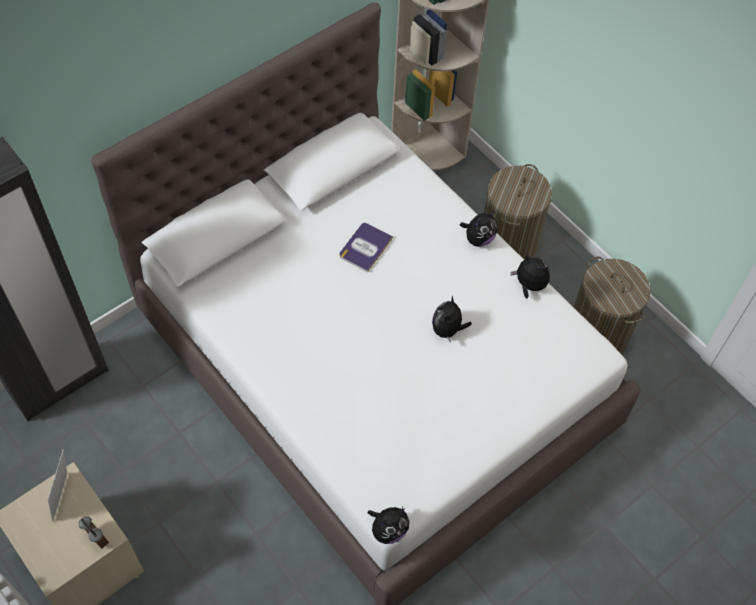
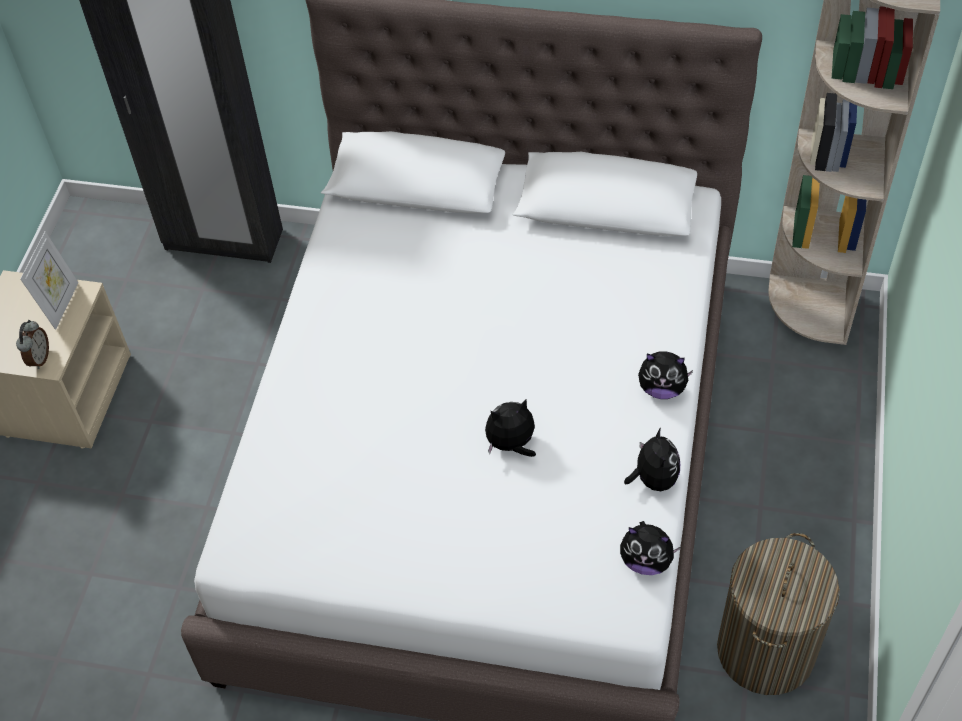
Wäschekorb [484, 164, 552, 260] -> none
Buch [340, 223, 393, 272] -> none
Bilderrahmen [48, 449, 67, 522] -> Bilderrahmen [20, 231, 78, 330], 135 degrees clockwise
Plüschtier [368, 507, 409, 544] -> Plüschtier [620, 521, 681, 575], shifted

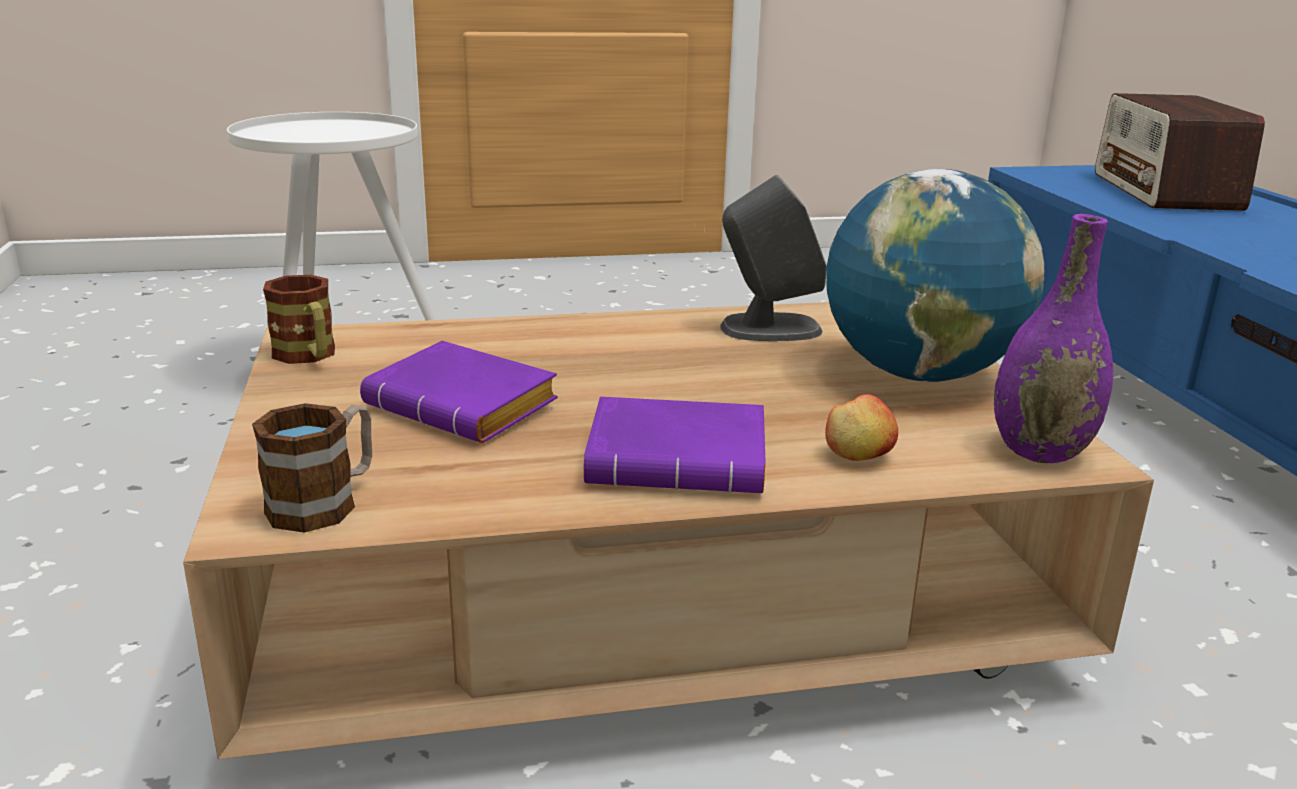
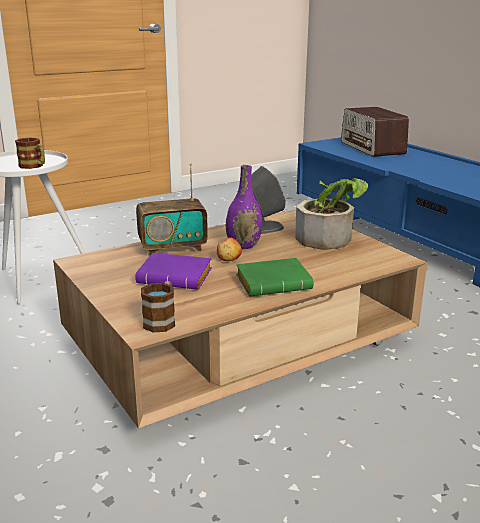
Globus [826, 169, 1044, 382] -> Topfpflanze [296, 178, 368, 250]
Vase [lila] [994, 214, 1113, 463] -> Vase [lila] [226, 165, 262, 249], shifted
Henkelbecher [263, 275, 335, 364] -> Henkelbecher [15, 138, 45, 169], shifted
Apfel [825, 394, 898, 461] -> Apfel [217, 237, 242, 261], shifted
Buch [lila] [584, 397, 766, 493] -> Buch [grün] [236, 258, 314, 296]
none -> Radio [136, 164, 208, 257]

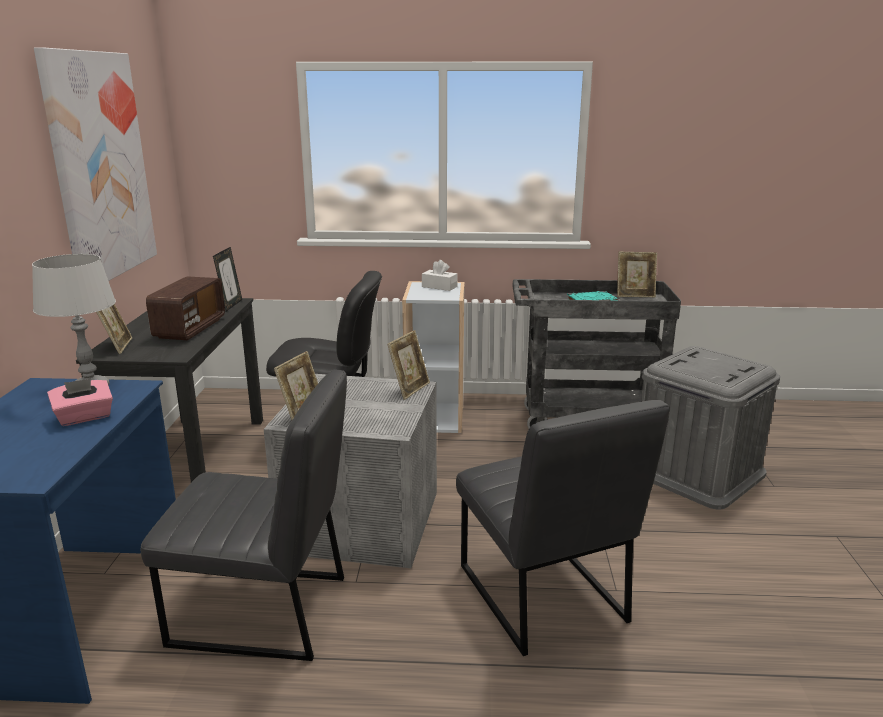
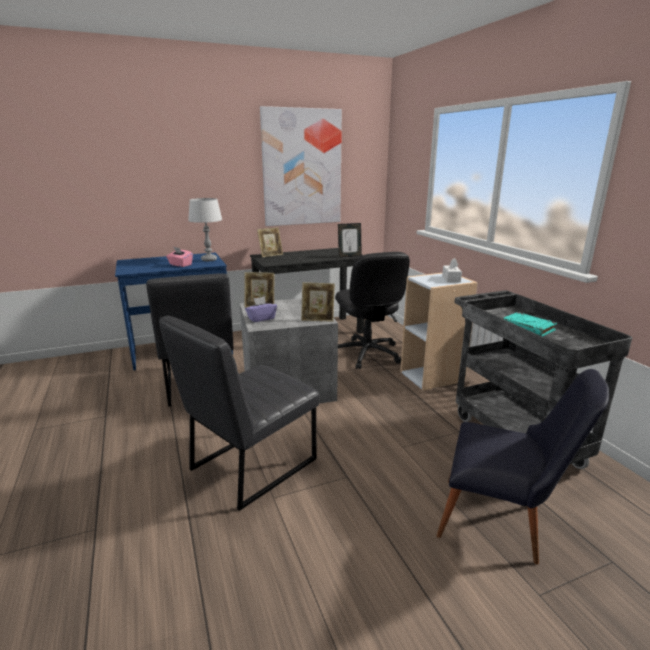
Bilderrahmen [617, 252, 657, 297] -> none
Radio [146, 276, 225, 340] -> none
Aufbewahrungsbox [grau] [641, 346, 780, 509] -> Stuhl [schwarz] [436, 369, 609, 564]
none -> Taschentuchbox [lila] [245, 297, 277, 322]

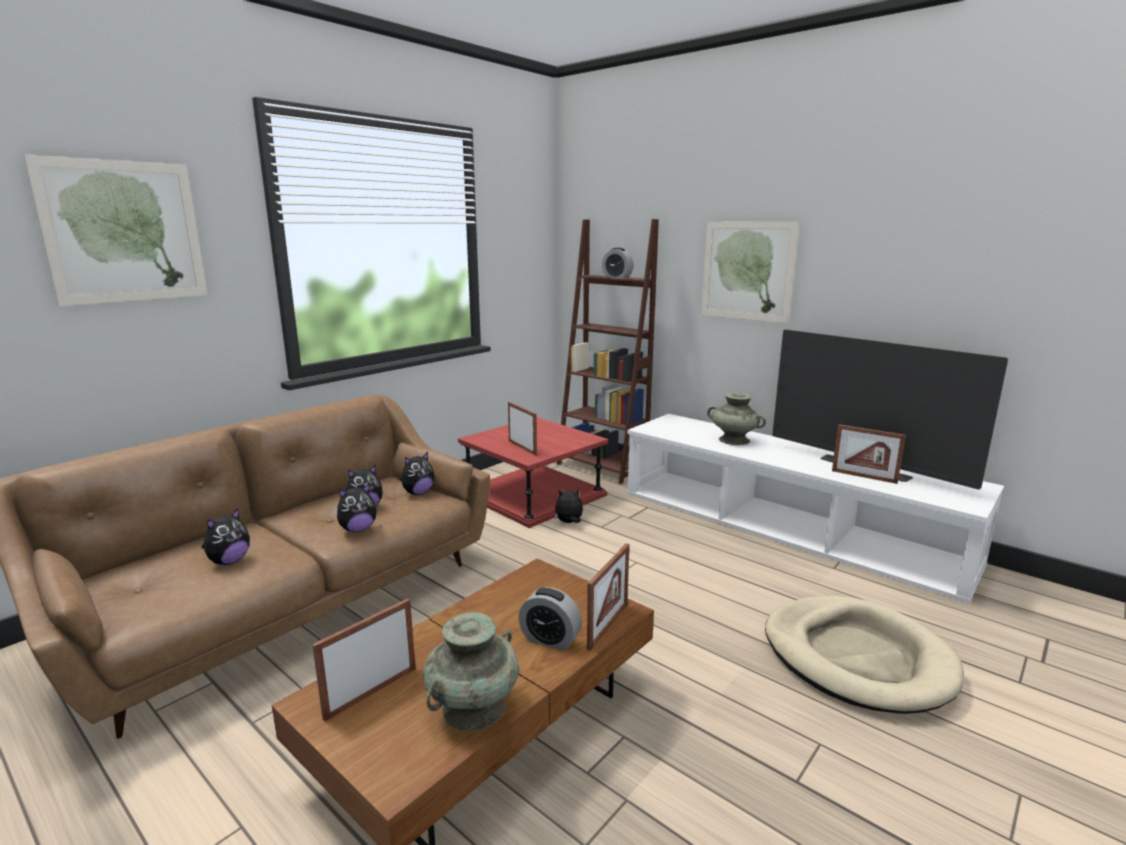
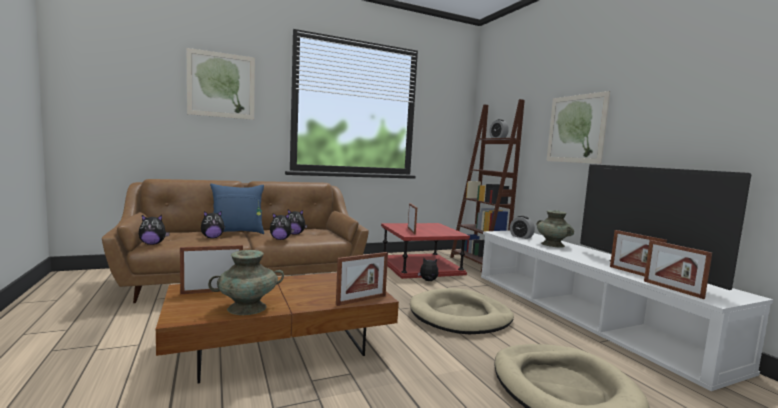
Plüschtier [400, 452, 435, 495] -> Plüschtier [139, 215, 170, 245], shifted
Wecker [518, 587, 582, 651] -> Wecker [510, 216, 535, 239], shifted
none -> Kissen [blau] [210, 184, 264, 234]
none -> Bilderrahmen [644, 240, 712, 299]
none -> Hundebett [beige] [410, 288, 514, 334]

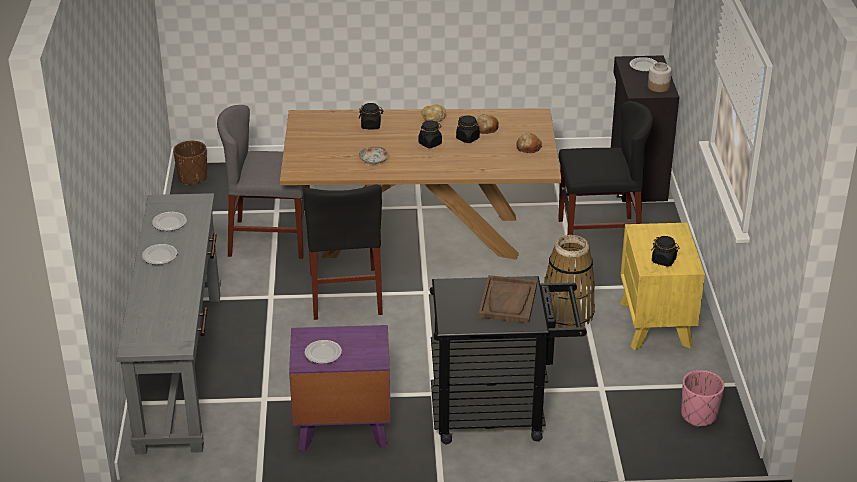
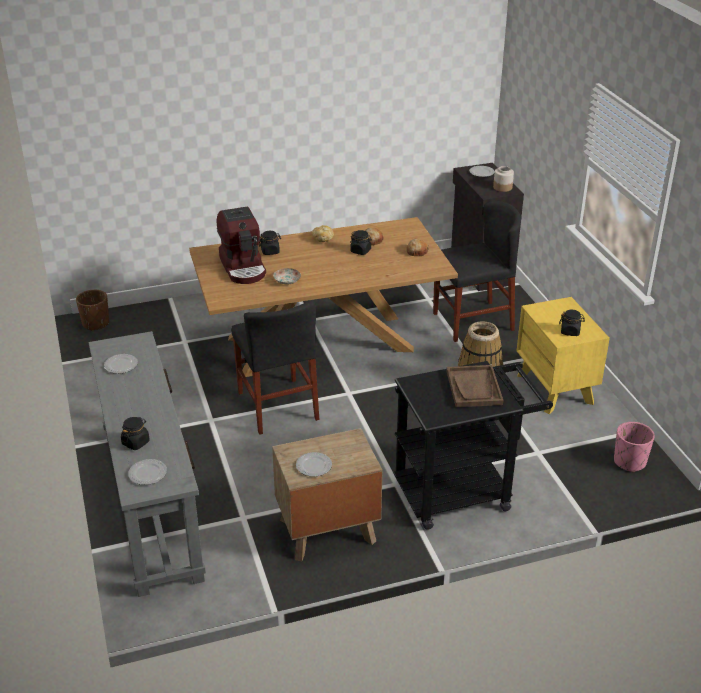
Stuhl [grau] [217, 105, 310, 259] -> none
Vorratsglas [schwarz] [418, 120, 442, 148] -> Vorratsglas [schwarz] [121, 417, 150, 450], shifted
Teller [142, 244, 177, 265] -> Teller [128, 459, 167, 485], shifted
Nachttisch [lila] [289, 325, 391, 451] -> Nachttisch [braun] [272, 428, 383, 561]
none -> Kaffeemaschine [217, 207, 266, 284]

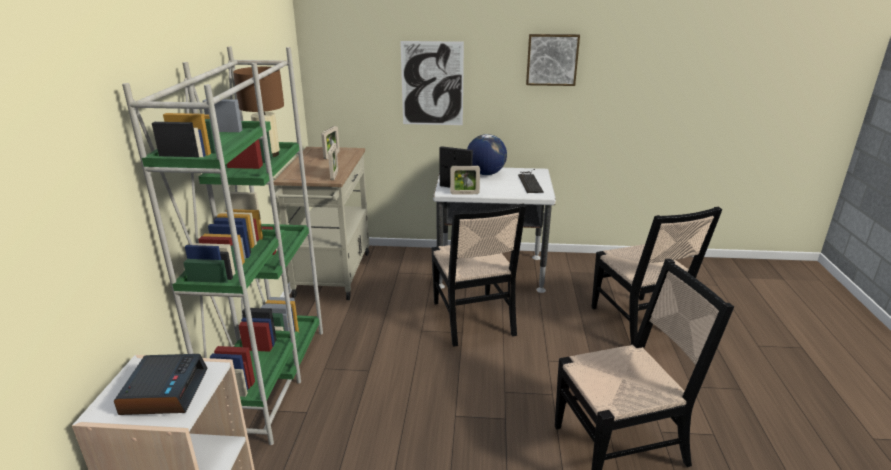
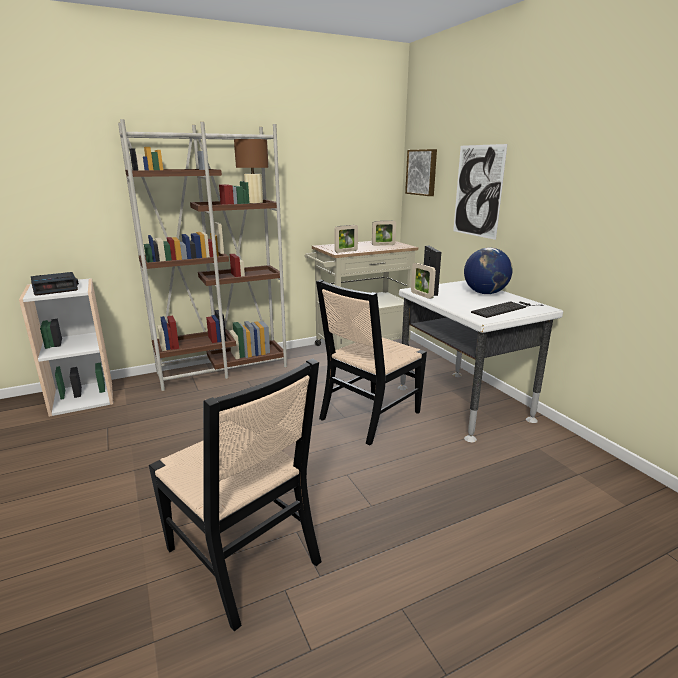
Bild [526, 34, 580, 86] -> Bild [405, 149, 437, 196], shifted
Bücherregal [grün] [122, 47, 323, 445] -> Bücherregal [braun] [118, 119, 287, 391]
Stuhl [591, 207, 722, 345] -> none

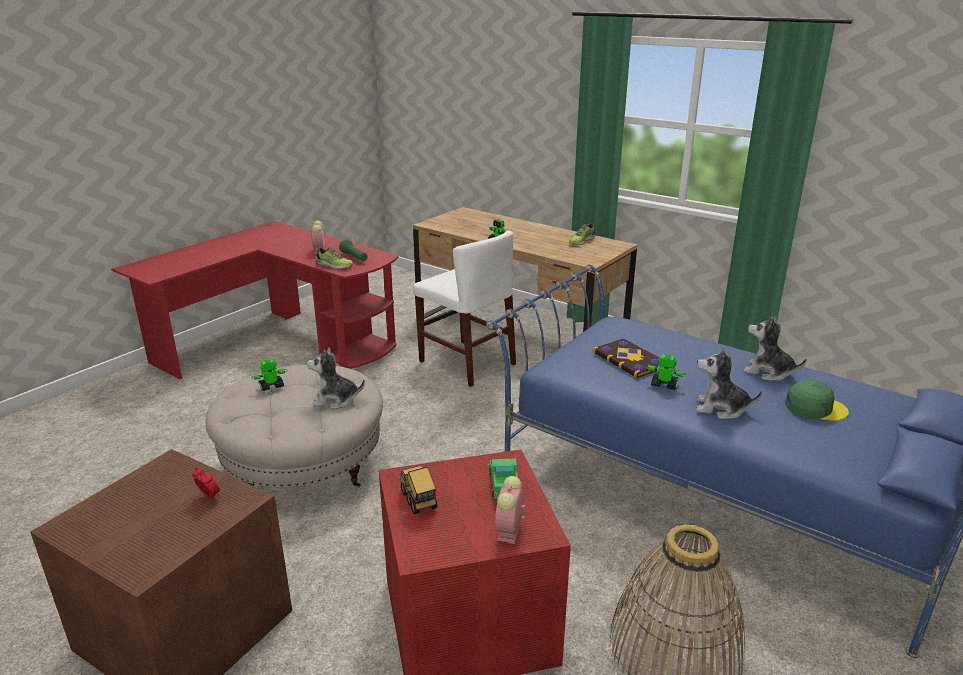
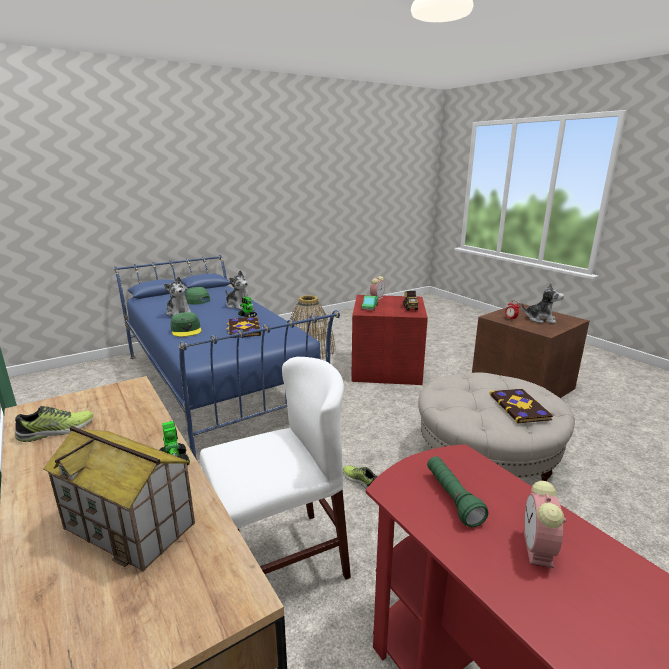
Stuhl [weiß] [413, 231, 516, 387] -> Stuhl [weiß] [200, 357, 351, 580], 90 degrees clockwise
Schuh [316, 247, 353, 269] -> Schuh [343, 466, 378, 489], shifted
Plüschtier [307, 347, 365, 409] -> Plüschtier [521, 283, 564, 324], shifted
Spielzeugroboter [251, 359, 287, 391] -> Buch [489, 389, 553, 423]
none -> Kappe [grün] [170, 312, 202, 337]
none -> Spielzeughaus [43, 426, 195, 572]

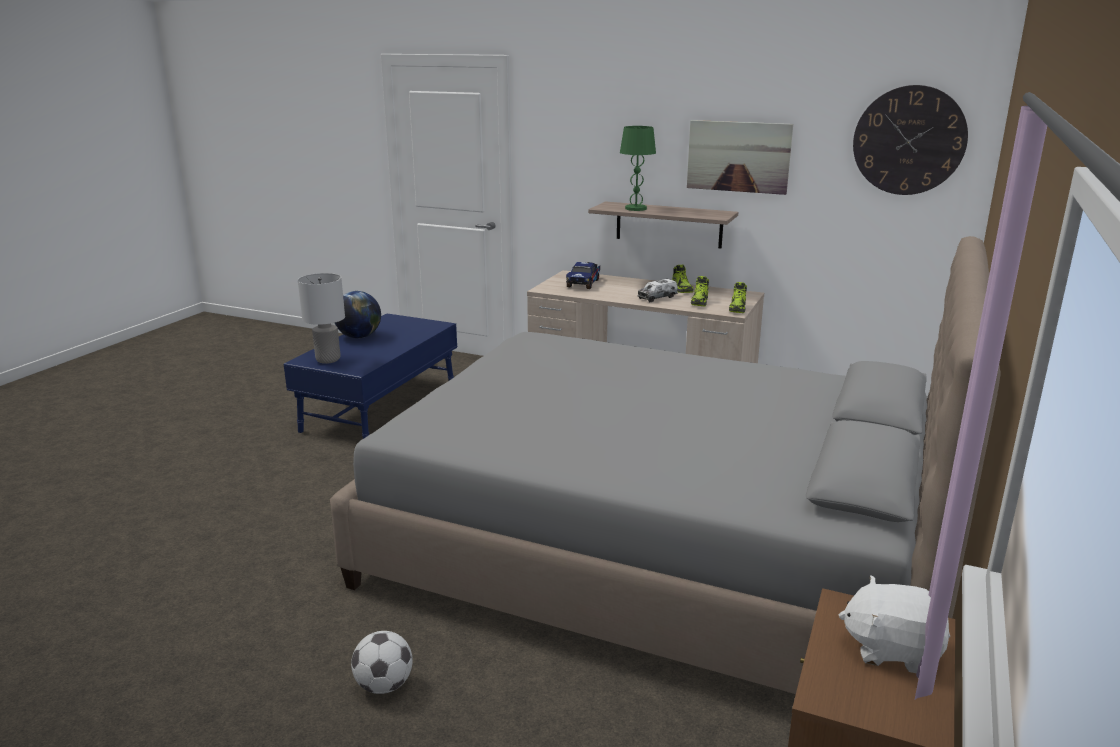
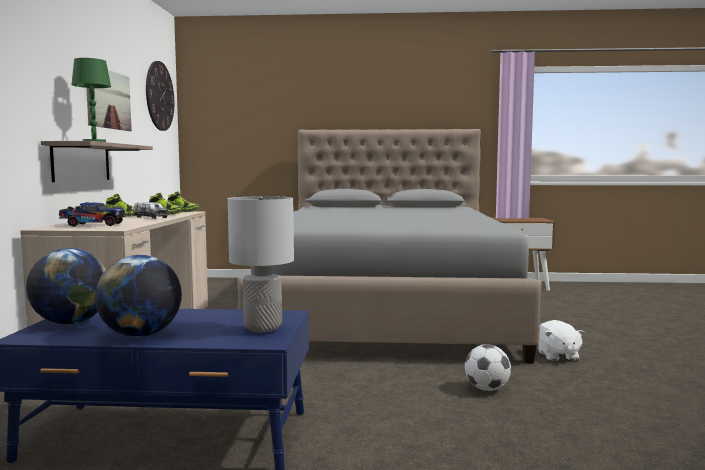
Plüschtier [weiß] [839, 575, 950, 673] -> Plüschtier [weiß] [538, 320, 585, 361], shifted
Fußball [351, 631, 413, 694] -> Fußball [465, 344, 511, 391], shifted
none -> Globus [26, 248, 106, 324]

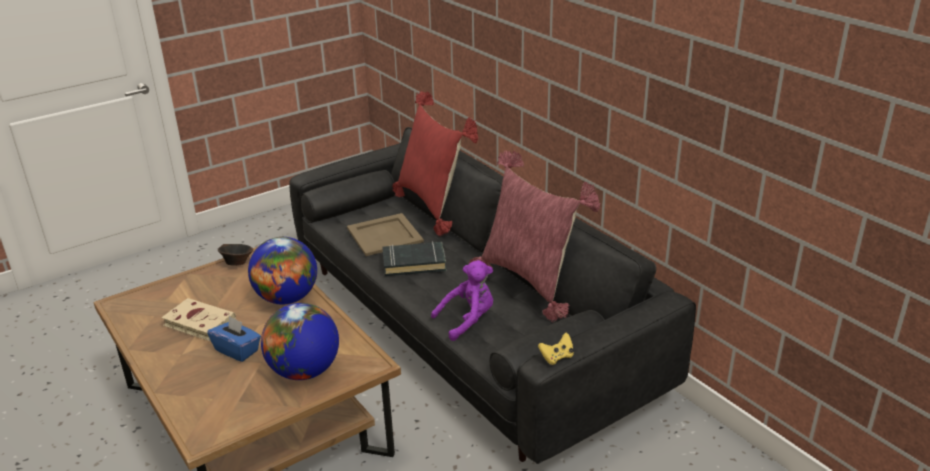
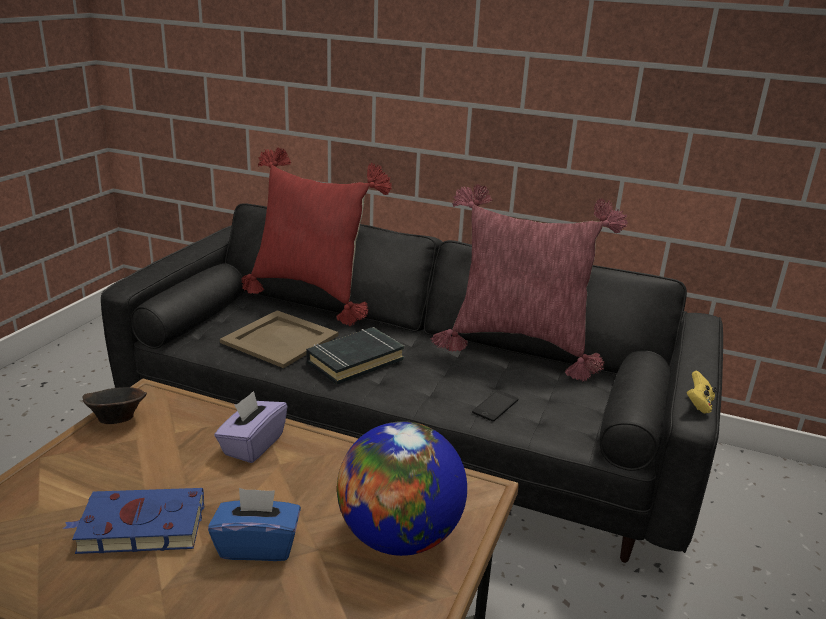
Globus [248, 237, 317, 305] -> Taschentuchbox [lila] [214, 391, 288, 463]
Plüschtier [lila] [431, 260, 493, 341] -> Handy [472, 390, 518, 422]
Buch [beige] [161, 298, 236, 341] -> Buch [blau] [63, 488, 204, 554]

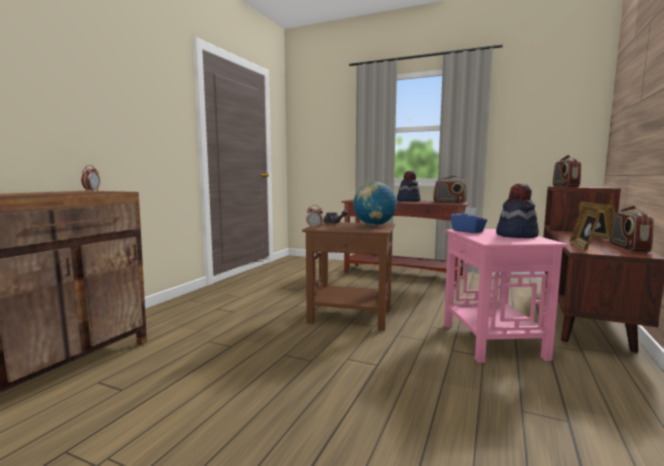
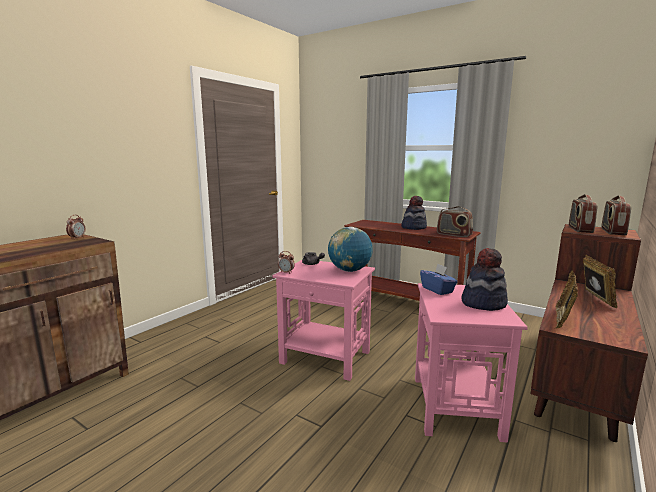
Radio [610, 206, 654, 252] -> Radio [602, 195, 631, 235], shifted
Beistelltisch [braun] [302, 222, 395, 331] -> Beistelltisch [rosa] [273, 260, 375, 381]

